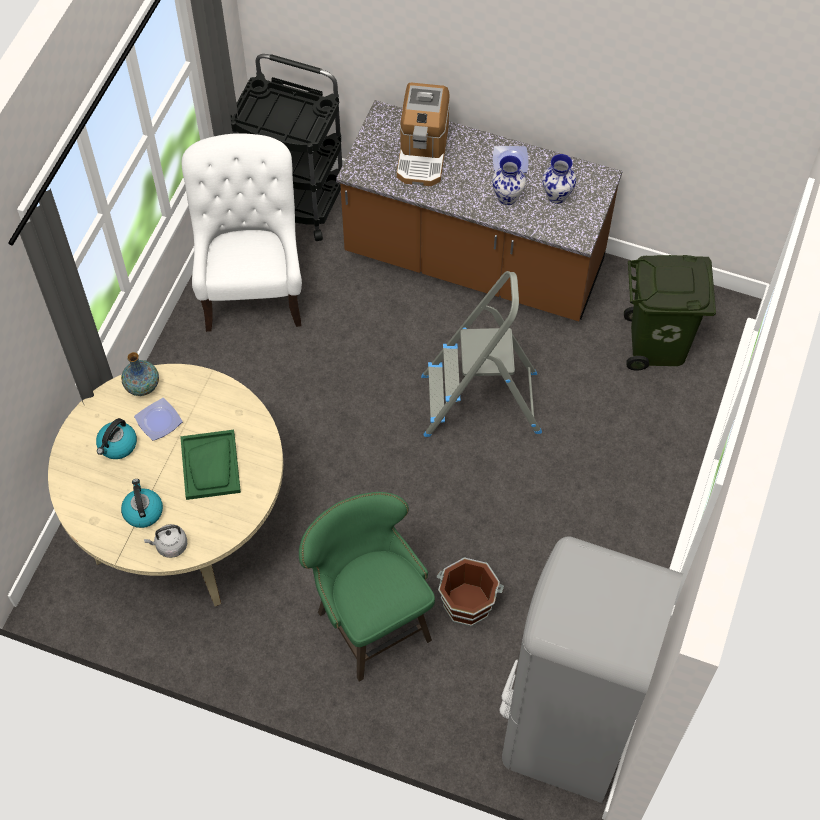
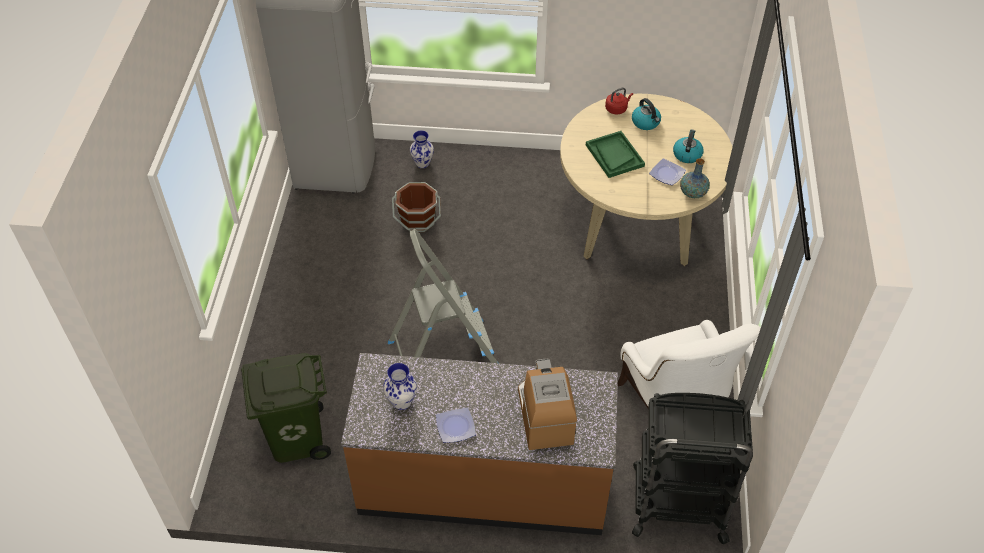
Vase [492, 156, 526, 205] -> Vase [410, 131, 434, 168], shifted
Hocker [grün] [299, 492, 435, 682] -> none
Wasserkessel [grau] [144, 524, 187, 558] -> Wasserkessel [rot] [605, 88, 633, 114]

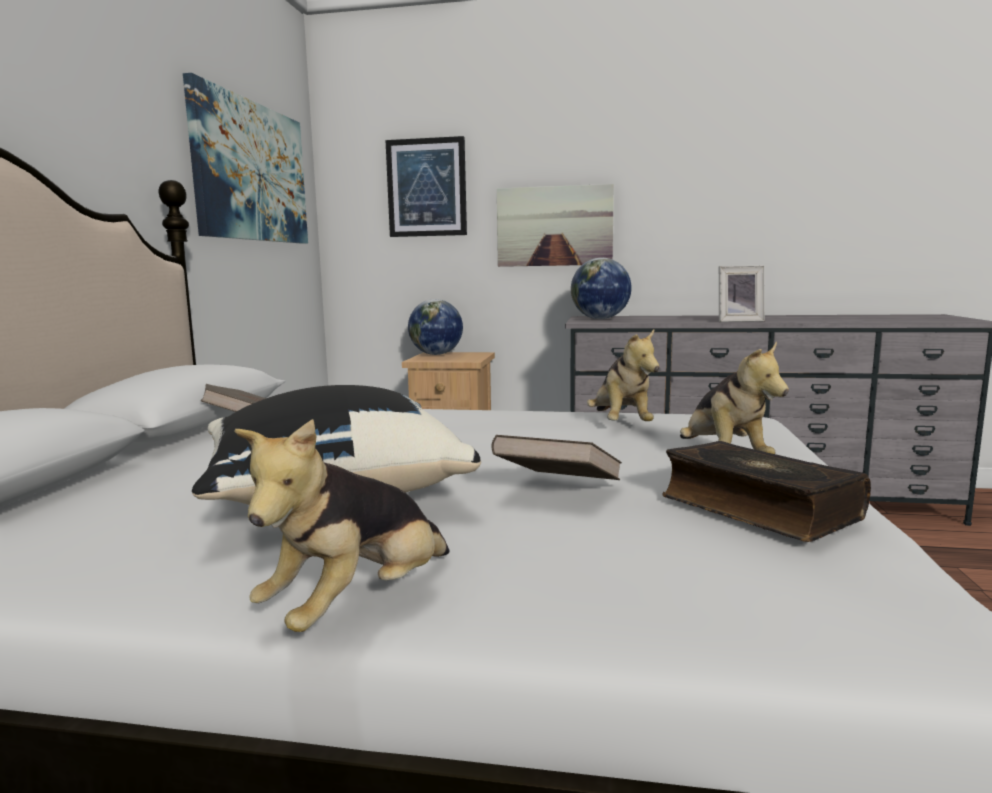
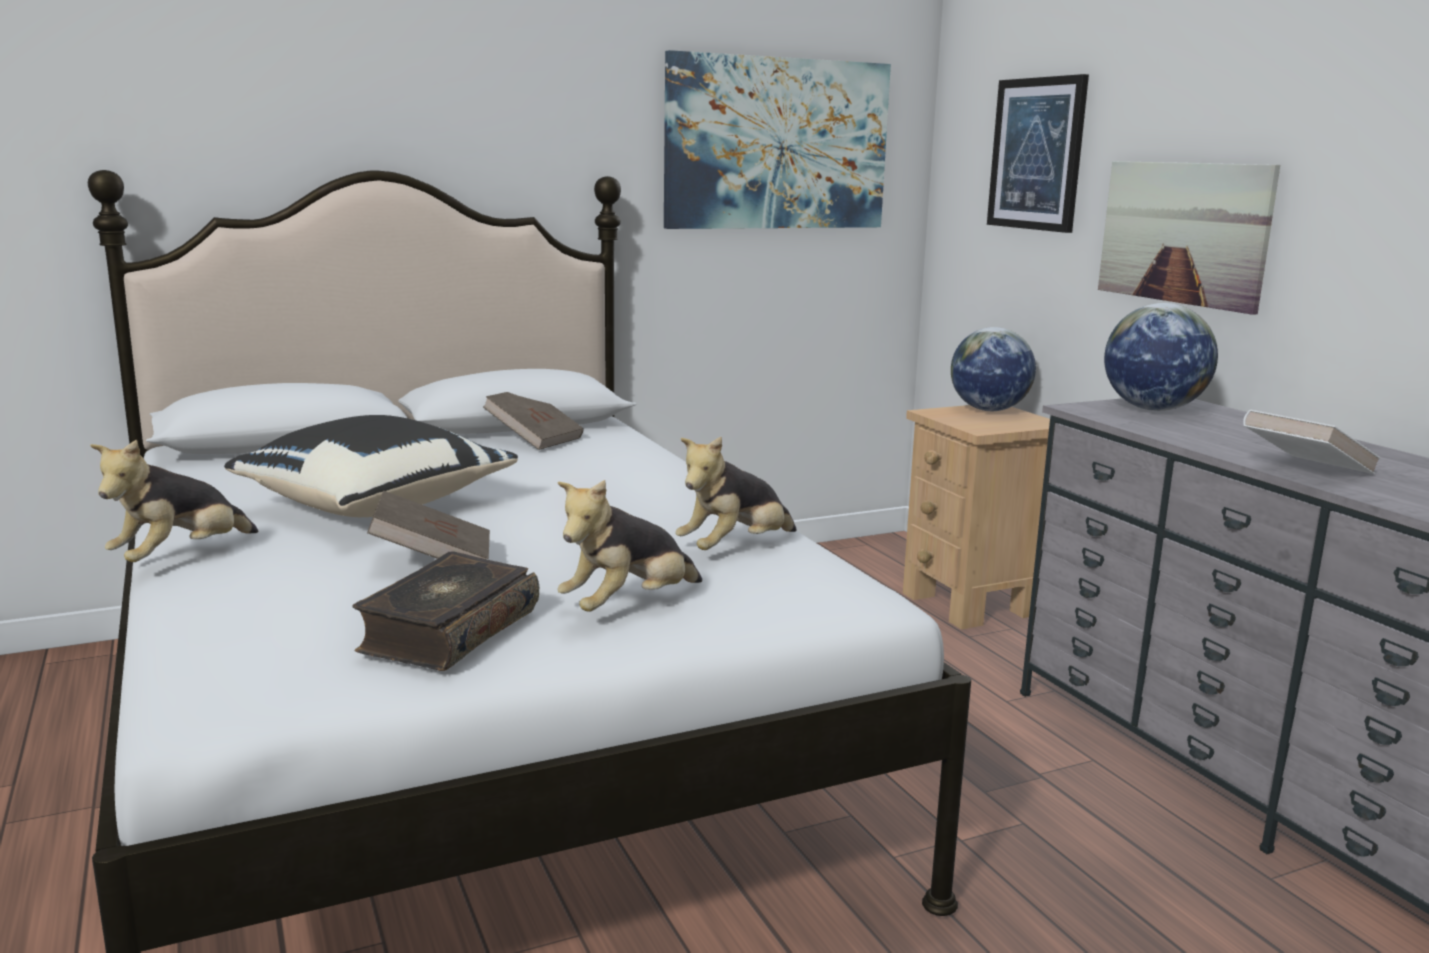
Bilderrahmen [719, 265, 765, 322] -> Buch [weiß] [1243, 410, 1381, 474]
Plüschtier [234, 419, 449, 632] -> Plüschtier [90, 439, 258, 562], 60 degrees counterclockwise

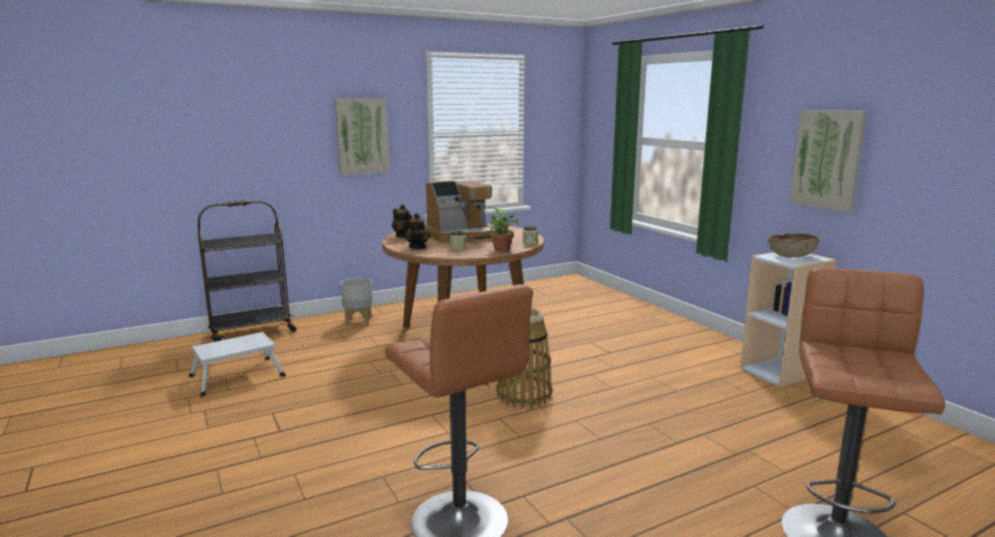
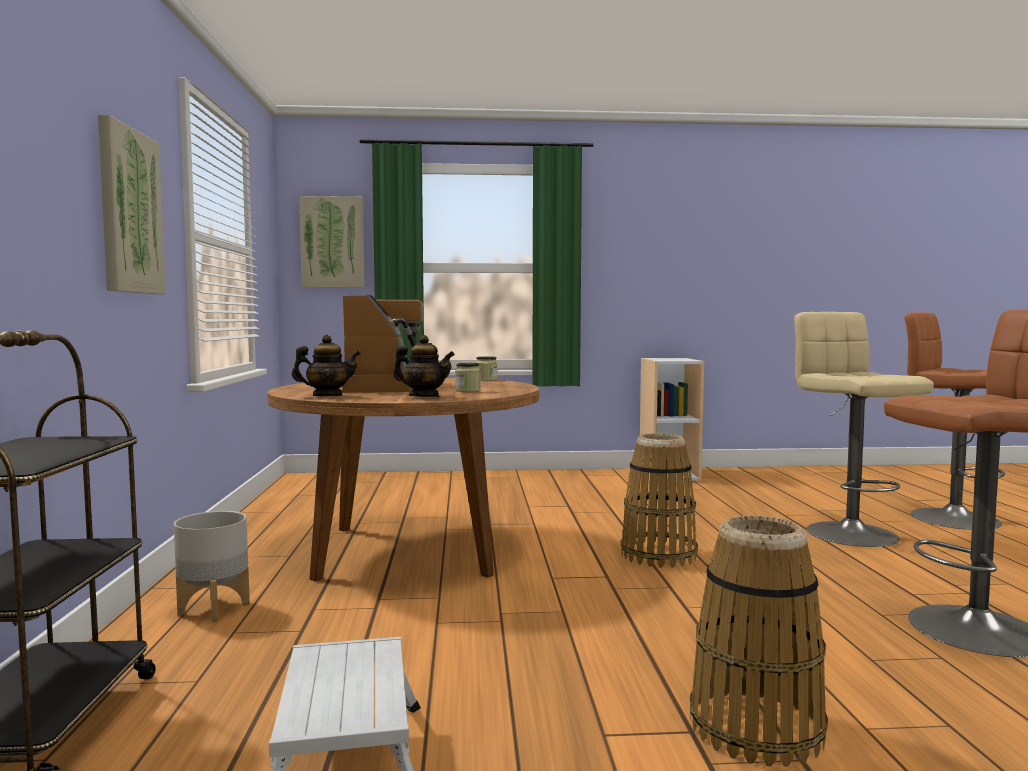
Bild [790, 110, 867, 212] -> Bild [299, 196, 365, 287], shifted
Topfpflanze [488, 207, 520, 252] -> none
Schüssel [braun] [768, 233, 820, 258] -> none
none -> Hocker [beige] [794, 312, 934, 547]
none -> Korb [690, 515, 828, 767]

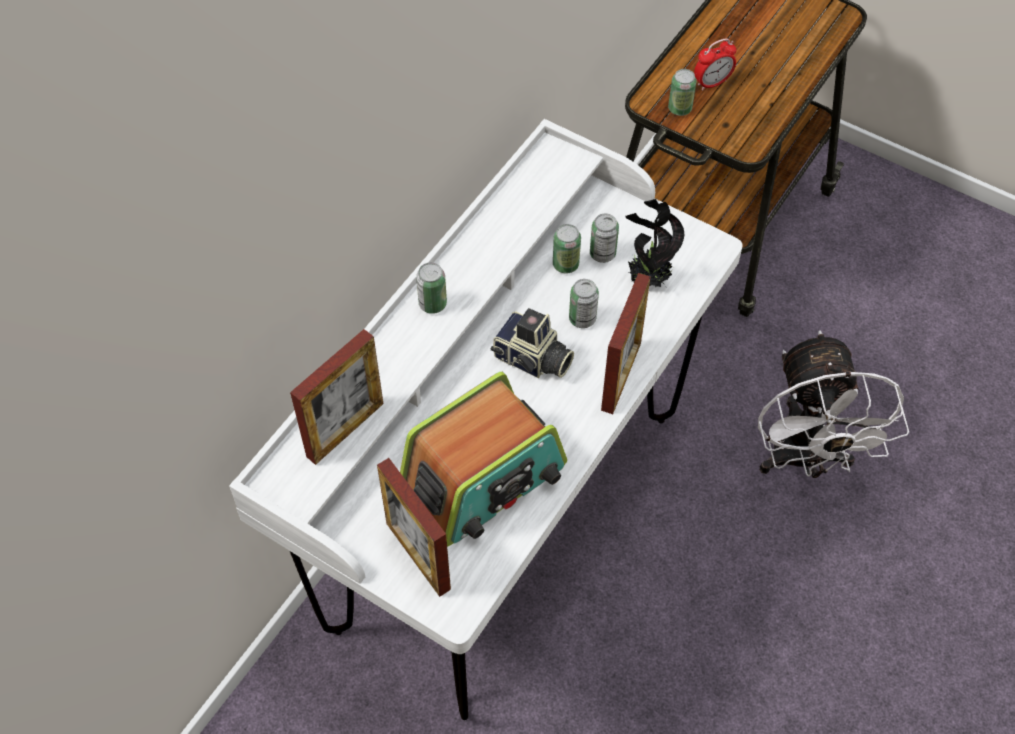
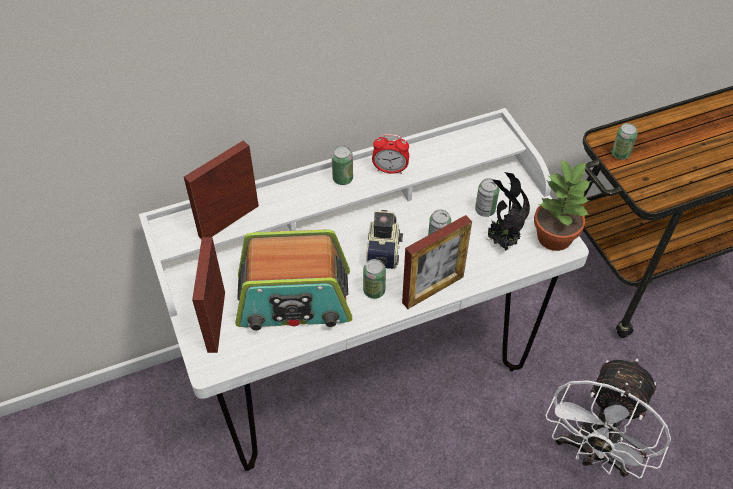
Wecker [694, 38, 737, 91] -> Wecker [372, 134, 409, 174], shifted
Dose [553, 224, 581, 273] -> Dose [363, 259, 386, 299], shifted
Kamera [491, 308, 574, 378] -> Kamera [366, 210, 403, 269], 150 degrees counterclockwise
Bilderrahmen [290, 329, 384, 465] -> Bilderrahmen [184, 141, 259, 239], 150 degrees clockwise
none -> Topfpflanze [534, 158, 591, 251]

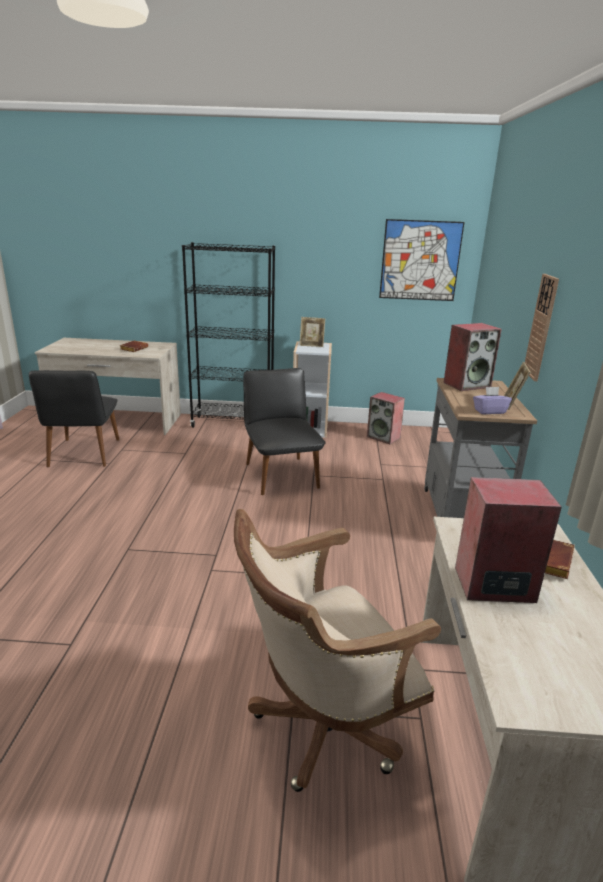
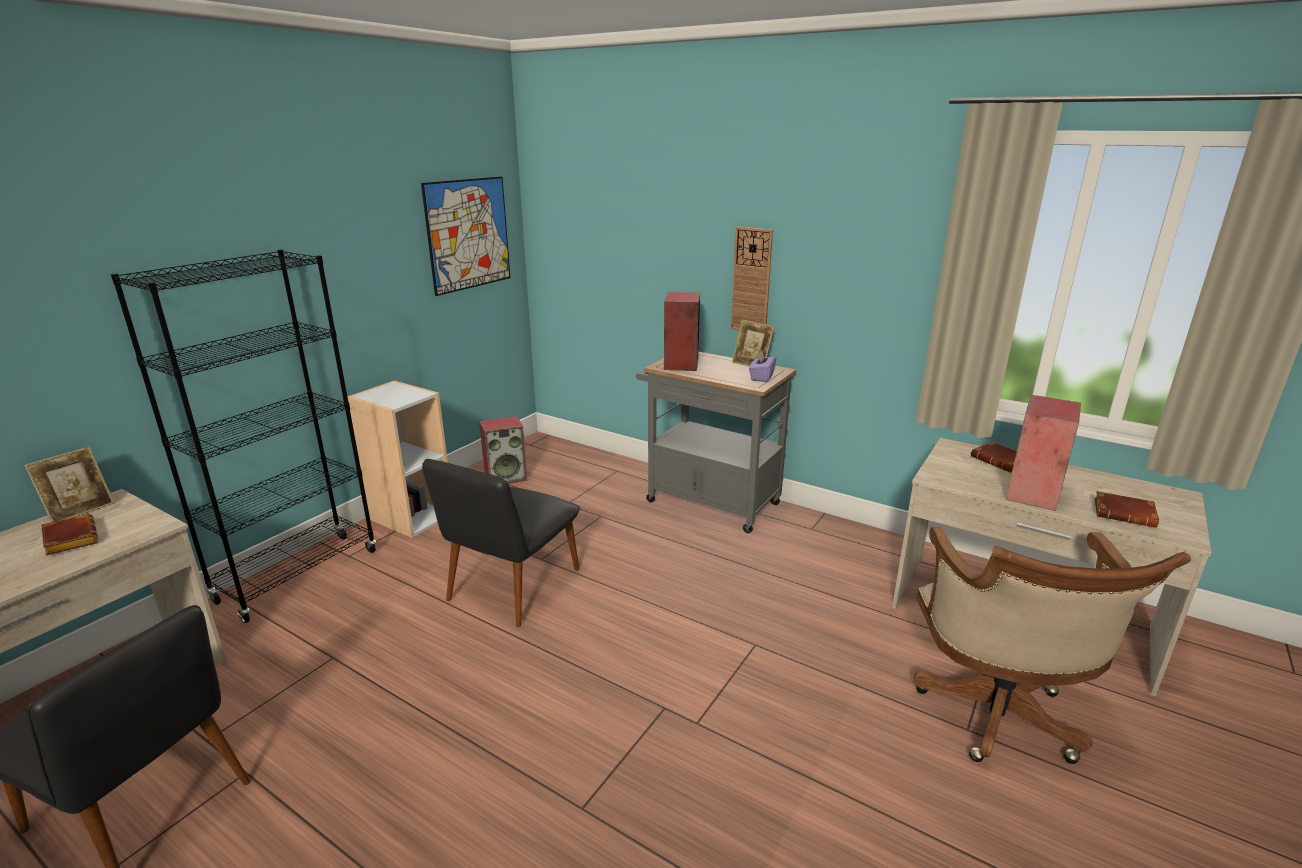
Bilderrahmen [299, 317, 325, 347] -> Bilderrahmen [24, 446, 115, 522], shifted
Stuhl [schwarz] [243, 368, 325, 495] -> Stuhl [schwarz] [422, 459, 580, 627], 75 degrees counterclockwise
none -> Buch [braun] [1094, 491, 1159, 528]

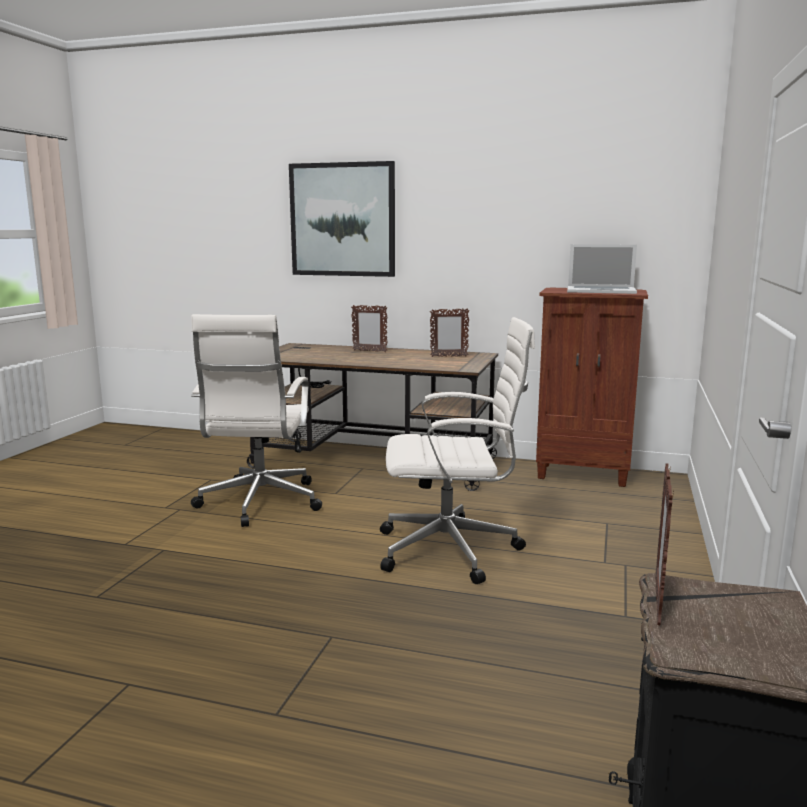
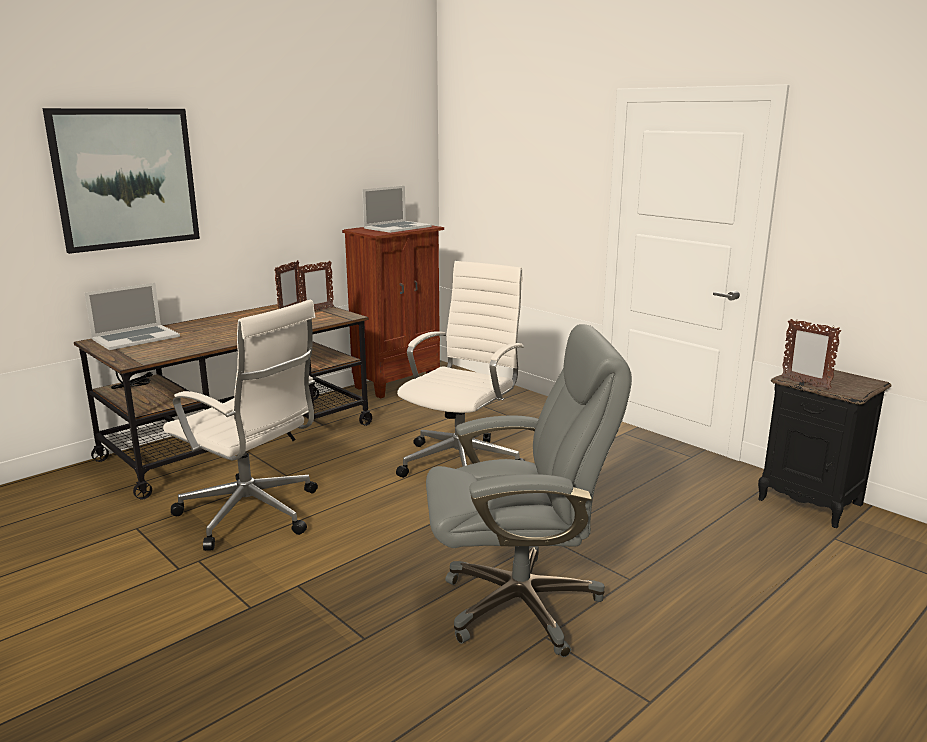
Bilderrahmen [351, 305, 387, 352] -> Bilderrahmen [297, 261, 334, 311], shifted
none -> Laptop [84, 283, 180, 350]
none -> Bürostuhl [grau] [426, 324, 632, 657]

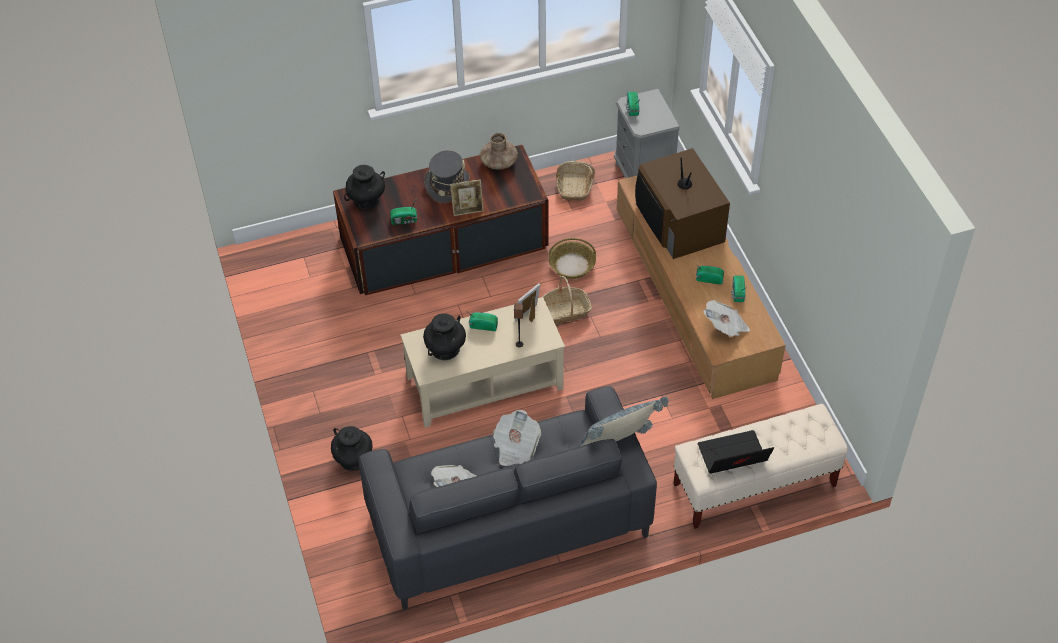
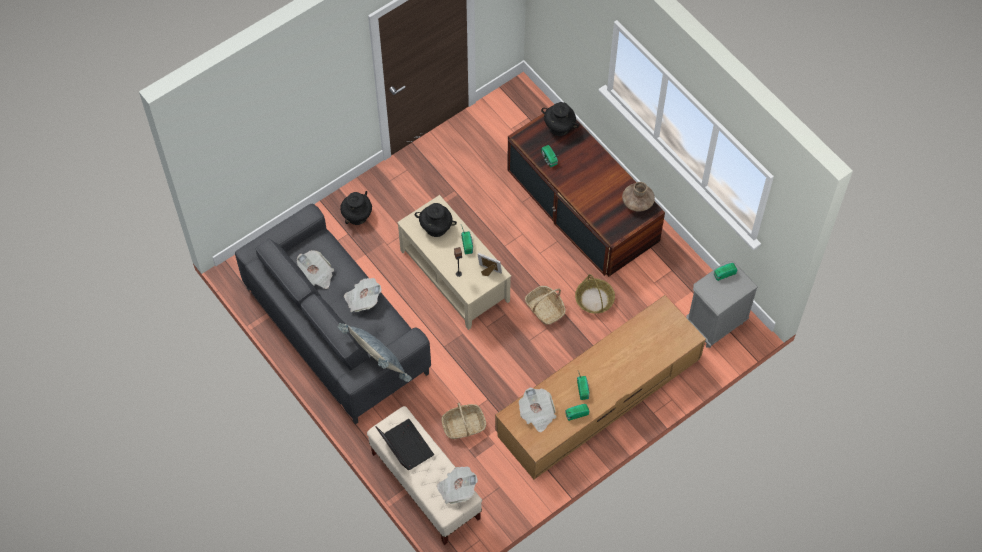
Fernseher [635, 148, 730, 259] -> none
Hut [grau] [424, 150, 470, 203] -> none
Korb [556, 161, 595, 201] -> Korb [441, 403, 486, 439], shifted
Bilderrahmen [450, 179, 484, 216] -> none
none -> Zeitung [436, 467, 478, 504]

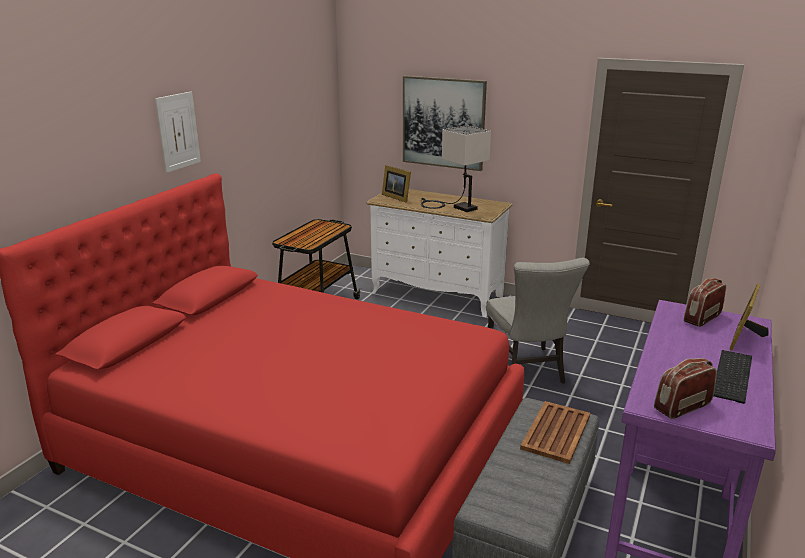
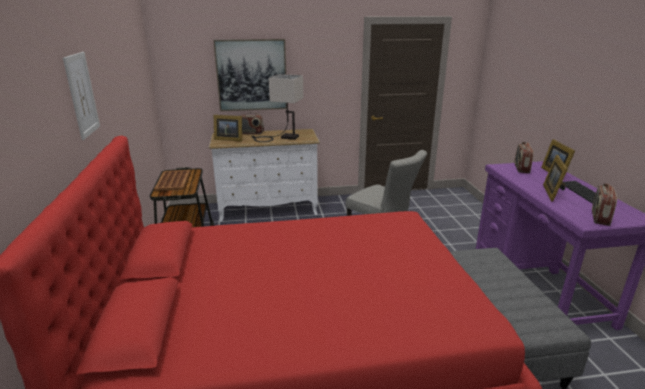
Tablett [braun] [520, 401, 590, 464] -> Tablett [braun] [154, 170, 190, 191], shifted
none -> Radio [241, 112, 264, 135]
none -> Bilderrahmen [543, 155, 568, 202]

